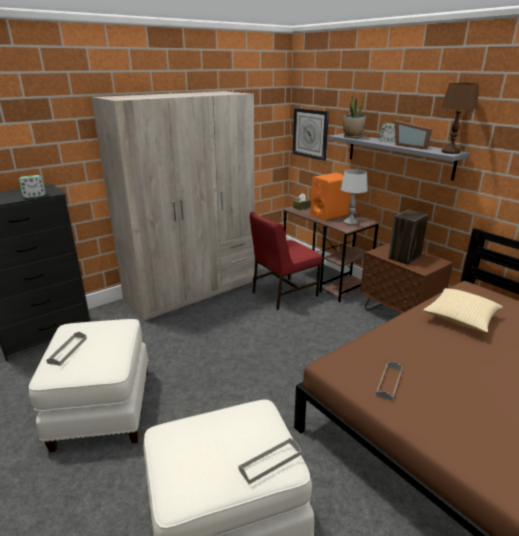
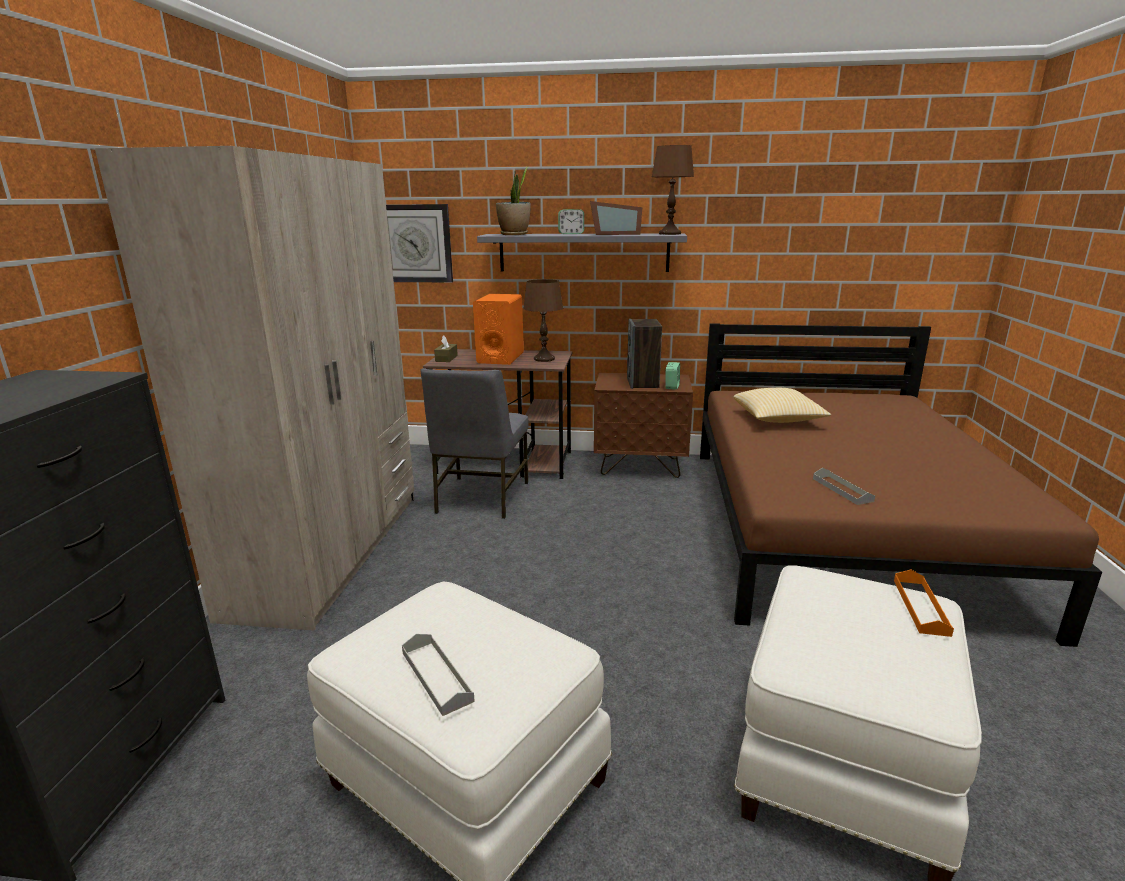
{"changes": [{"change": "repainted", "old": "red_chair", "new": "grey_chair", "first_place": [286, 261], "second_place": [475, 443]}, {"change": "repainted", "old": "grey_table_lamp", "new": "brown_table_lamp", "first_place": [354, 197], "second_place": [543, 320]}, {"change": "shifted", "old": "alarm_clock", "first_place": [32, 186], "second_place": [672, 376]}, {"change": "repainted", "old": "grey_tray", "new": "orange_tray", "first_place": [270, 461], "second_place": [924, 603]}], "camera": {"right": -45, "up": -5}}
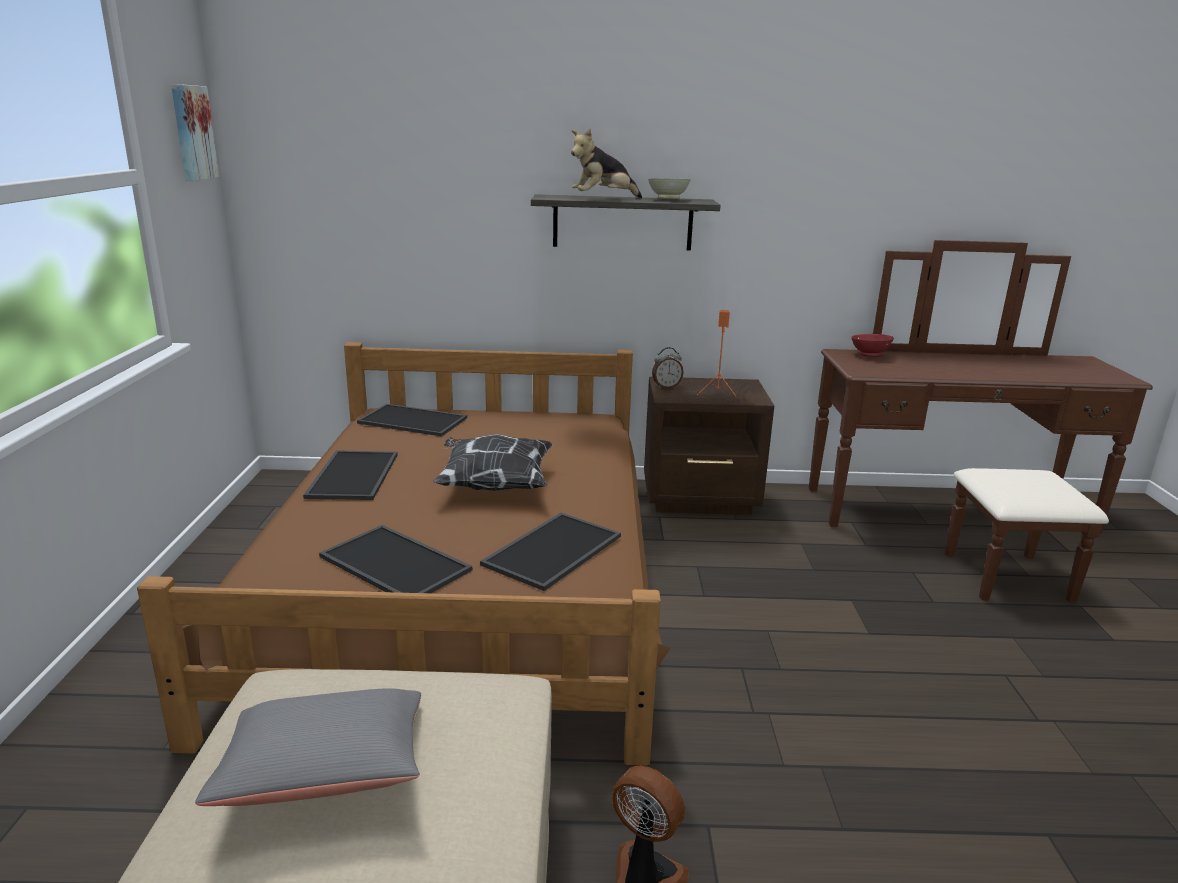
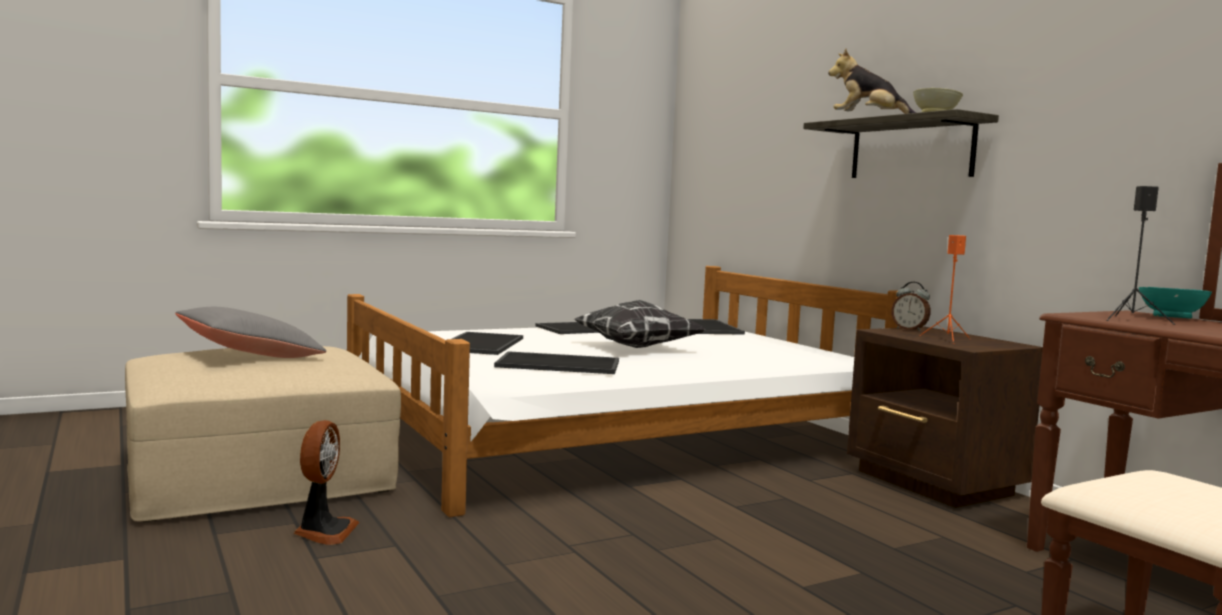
{"changes": [{"change": "repainted", "old": "brown_bed", "new": "white_bed", "first_place": [404, 554], "second_place": [624, 391]}, {"change": "new", "new": "black_speaker", "second_place": [1140, 255]}, {"change": "repainted", "old": "red_bowl", "new": "turquoise_bowl", "first_place": [872, 345], "second_place": [1175, 303]}, {"change": "gone", "old": "picture", "first_place": [195, 132]}], "camera": {"right": 60, "up": -15}}
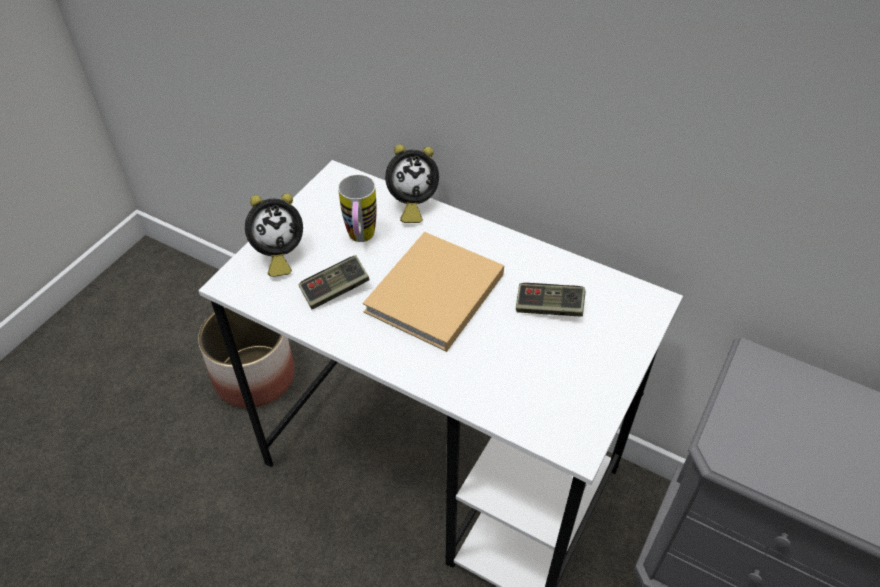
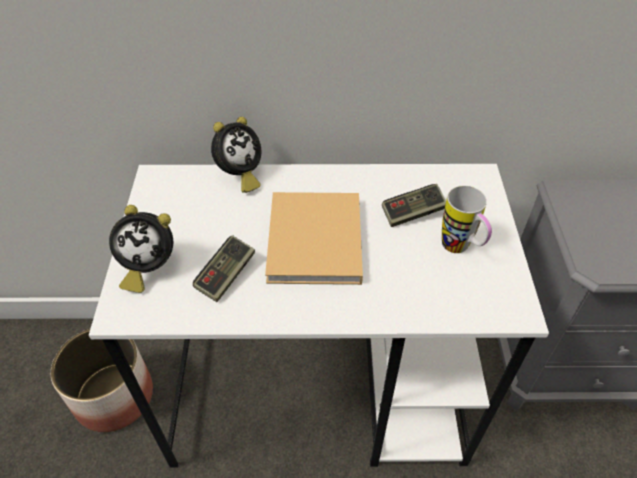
{"changes": [{"change": "rotated", "old": "alarm_clock", "first_place": [274, 235], "second_place": [141, 249], "degrees": 60}, {"change": "shifted", "old": "mug", "first_place": [357, 208], "second_place": [467, 219]}], "camera": {"right": -30, "up": 0}}
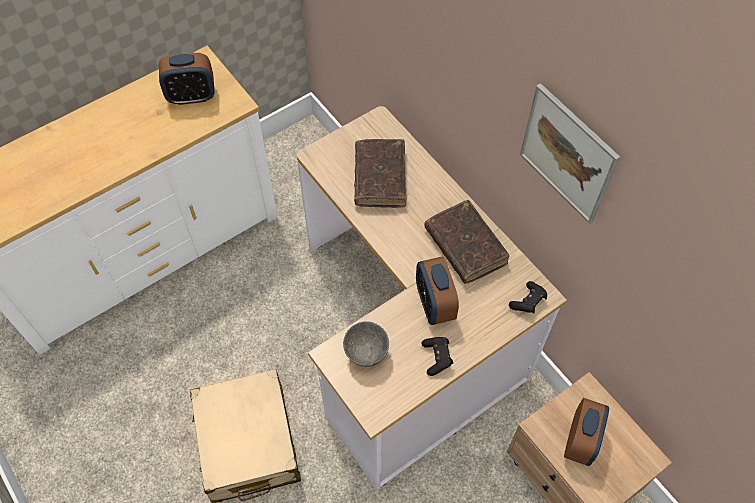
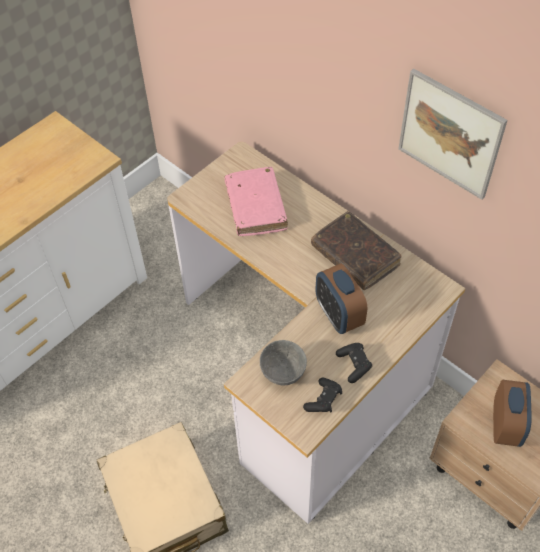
{"changes": [{"change": "repainted", "old": "brown_book", "new": "pink_book", "first_place": [380, 173], "second_place": [256, 201]}, {"change": "shifted", "old": "black_game_controller", "first_place": [528, 297], "second_place": [322, 395]}, {"change": "gone", "old": "alarm_clock", "first_place": [187, 79]}], "camera": {"right": -10, "up": -5}}
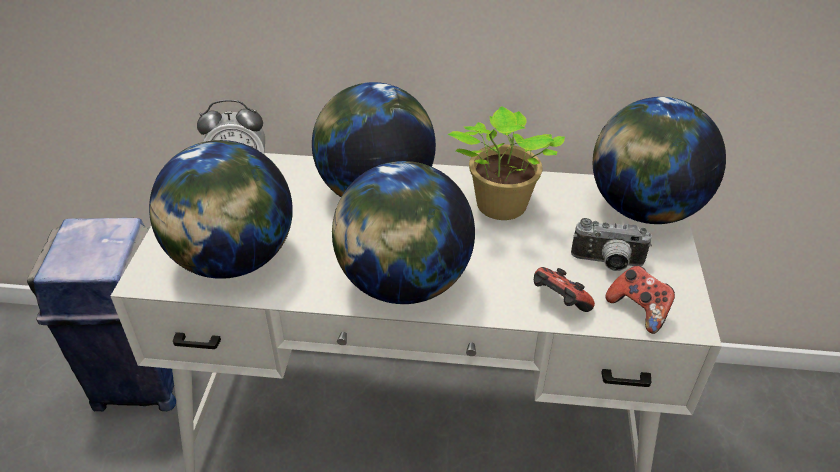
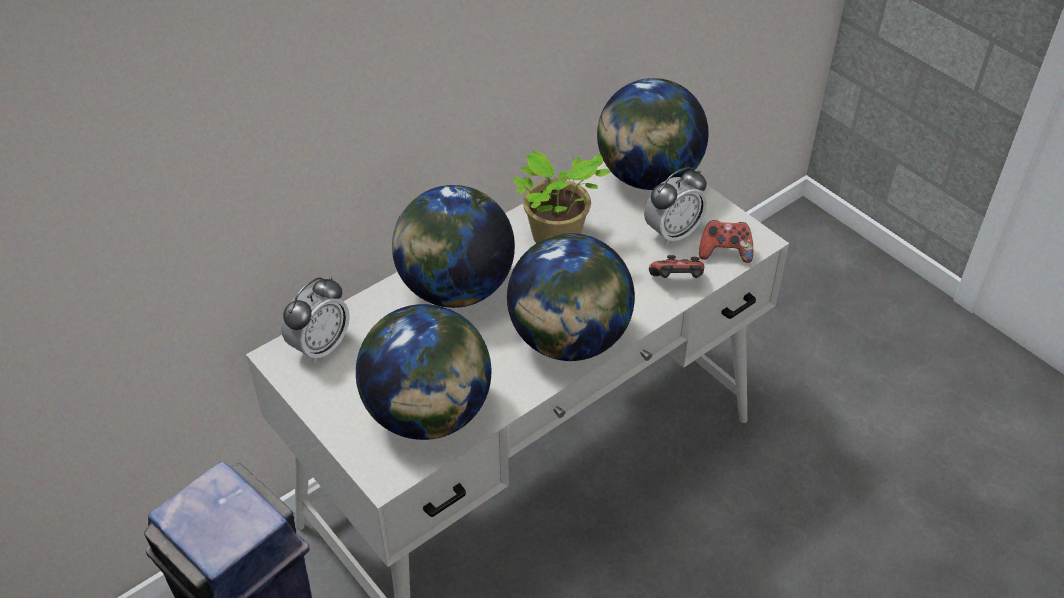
{"changes": [{"change": "swapped", "old": "photo_camera", "new": "alarm_clock", "first_place": [611, 244], "second_place": [675, 206]}], "camera": {"right": -45, "up": 5}}
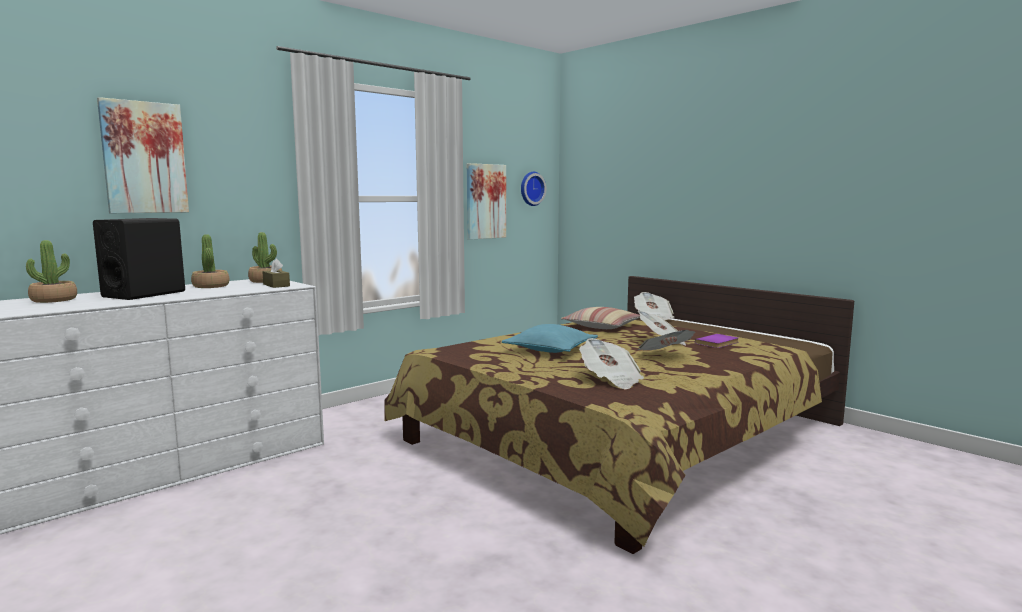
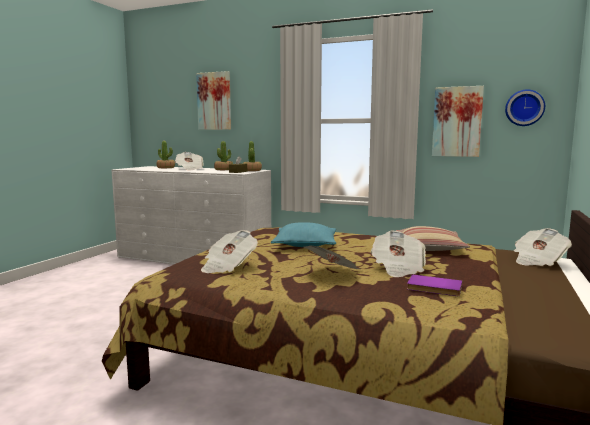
{"changes": [{"change": "swapped", "old": "black_speaker", "new": "newspaper", "first_place": [139, 259], "second_place": [189, 161]}], "camera": {"right": 65, "up": 0}}
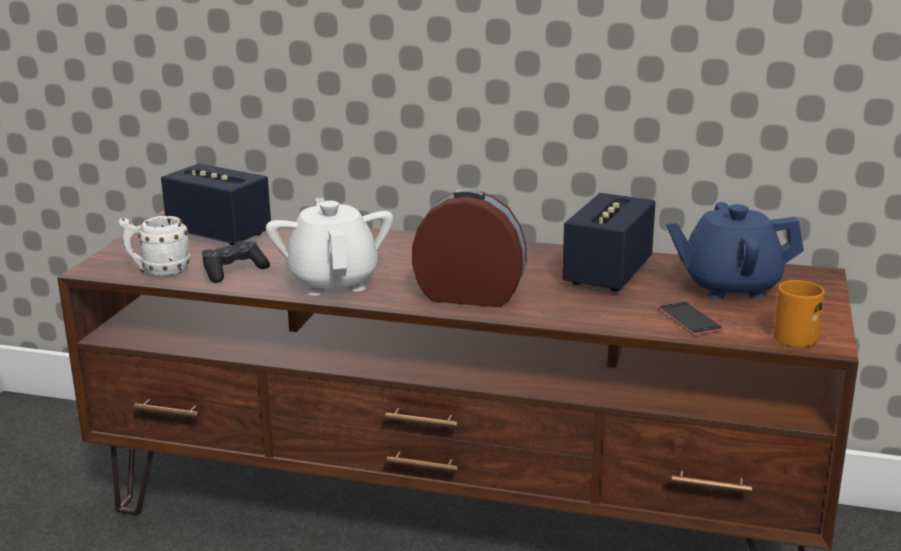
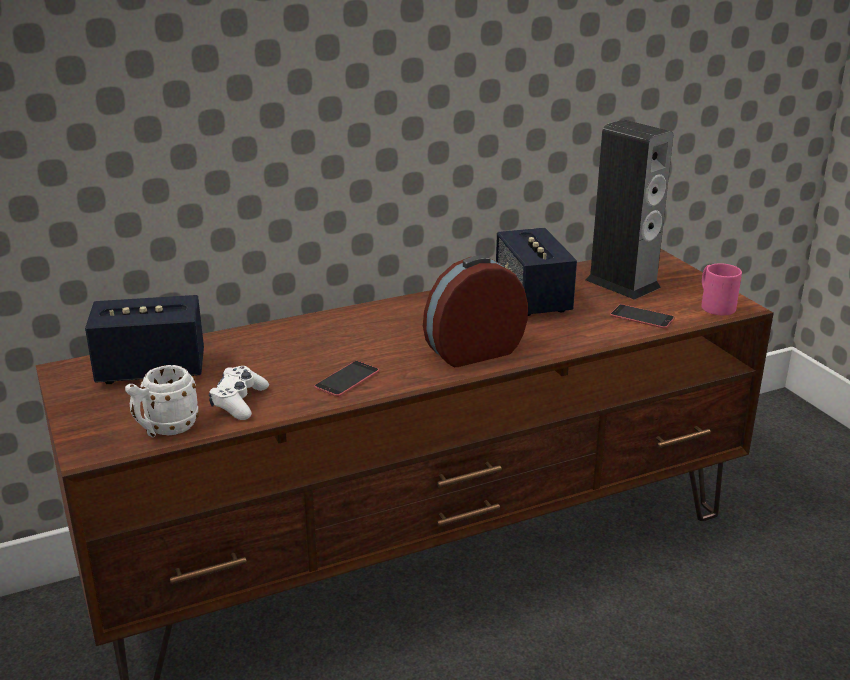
{"changes": [{"change": "repainted", "old": "black_game_controller", "new": "white_game_controller", "first_place": [236, 261], "second_place": [239, 393]}, {"change": "swapped", "old": "white_teapot", "new": "phone", "first_place": [329, 247], "second_place": [346, 379]}, {"change": "swapped", "old": "blue_teapot", "new": "speaker", "first_place": [735, 251], "second_place": [629, 210]}, {"change": "repainted", "old": "orange_mug", "new": "pink_mug", "first_place": [798, 313], "second_place": [721, 289]}], "camera": {"right": -40, "up": 5}}
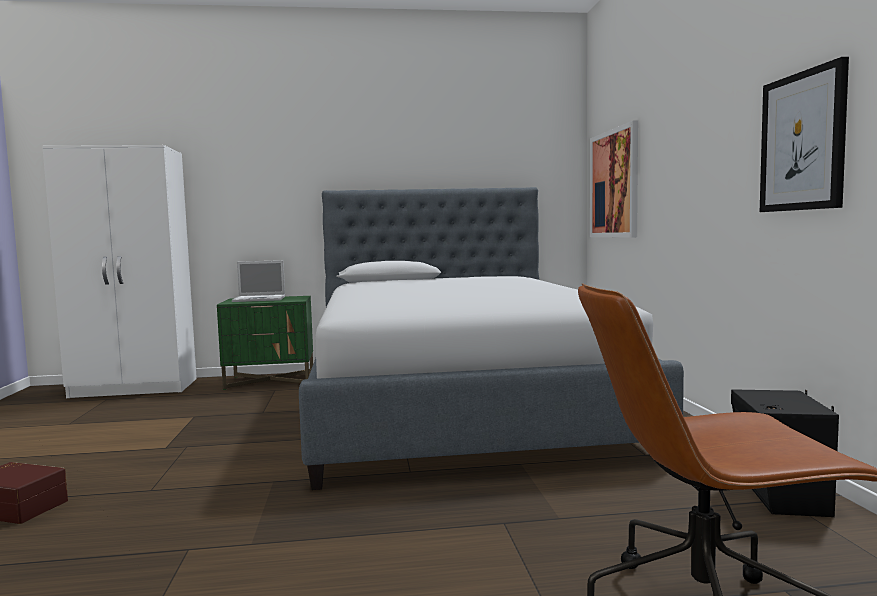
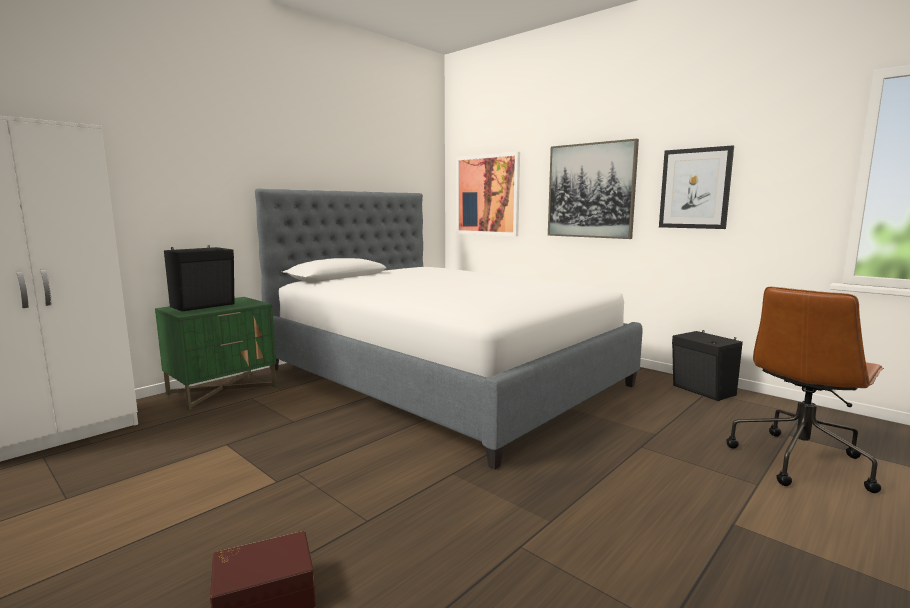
{"changes": [{"change": "swapped", "old": "laptop", "new": "black_speaker", "first_place": [258, 281], "second_place": [199, 278]}, {"change": "new", "new": "picture", "second_place": [593, 189]}], "camera": {"right": -40, "up": 5}}
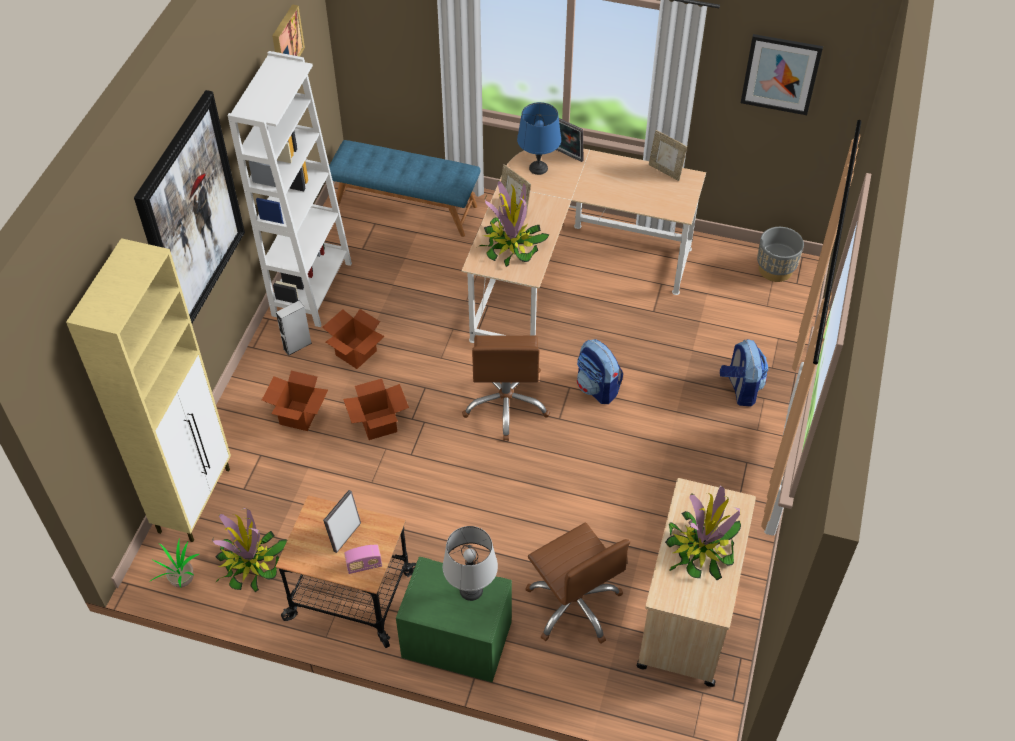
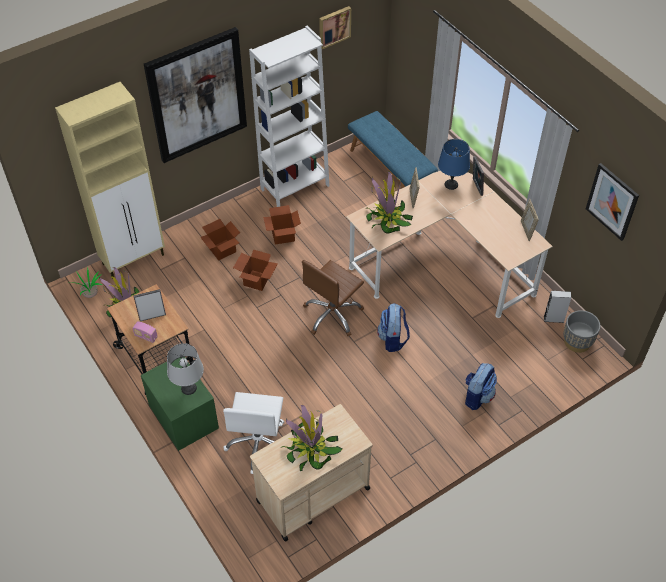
{"changes": [{"change": "repainted", "old": "brown_office_chair", "new": "white_office_chair", "first_place": [578, 583], "second_place": [253, 433]}, {"change": "shifted", "old": "grey_speaker", "first_place": [294, 328], "second_place": [557, 307]}], "camera": {"right": 40, "up": 0}}
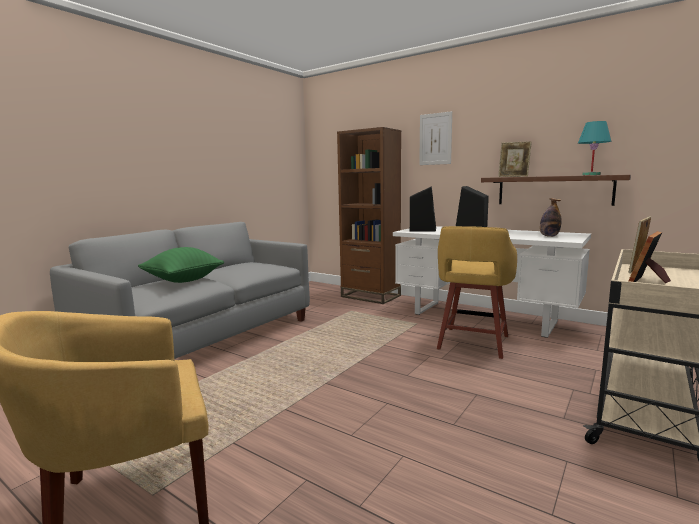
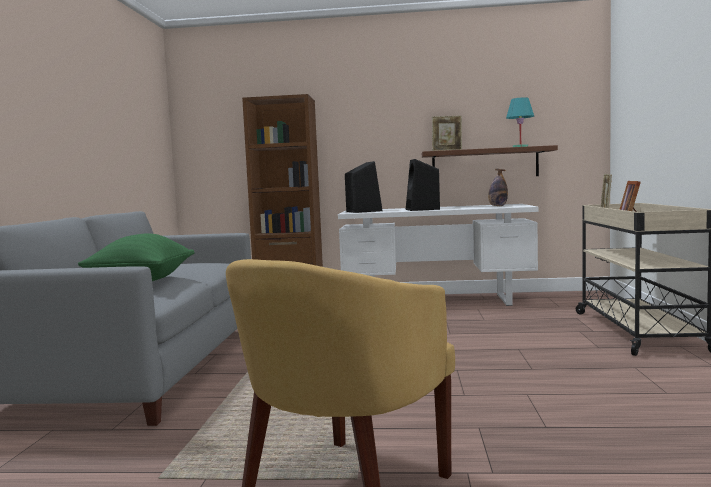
{"changes": [{"change": "gone", "old": "picture", "first_place": [435, 138]}, {"change": "gone", "old": "yellow_stool", "first_place": [477, 292]}], "camera": {"right": -30, "up": -5}}
